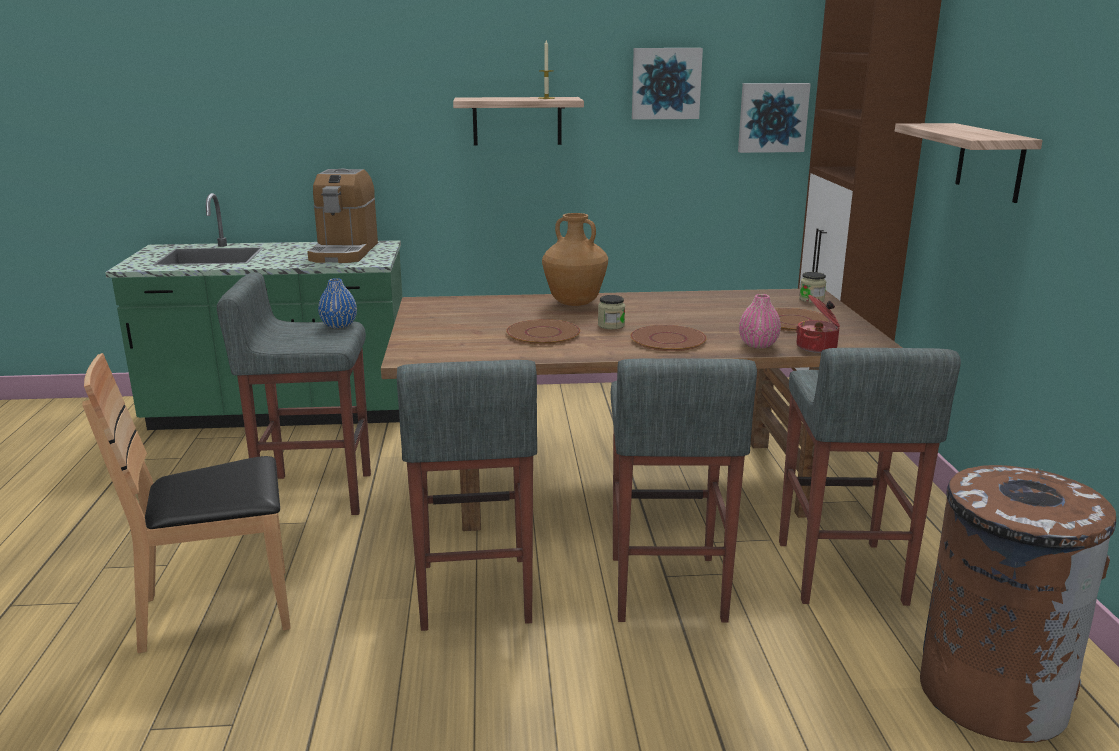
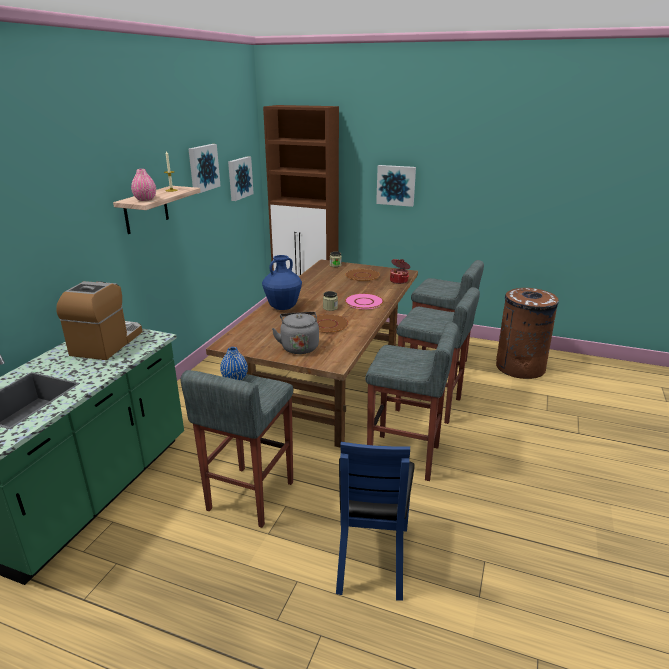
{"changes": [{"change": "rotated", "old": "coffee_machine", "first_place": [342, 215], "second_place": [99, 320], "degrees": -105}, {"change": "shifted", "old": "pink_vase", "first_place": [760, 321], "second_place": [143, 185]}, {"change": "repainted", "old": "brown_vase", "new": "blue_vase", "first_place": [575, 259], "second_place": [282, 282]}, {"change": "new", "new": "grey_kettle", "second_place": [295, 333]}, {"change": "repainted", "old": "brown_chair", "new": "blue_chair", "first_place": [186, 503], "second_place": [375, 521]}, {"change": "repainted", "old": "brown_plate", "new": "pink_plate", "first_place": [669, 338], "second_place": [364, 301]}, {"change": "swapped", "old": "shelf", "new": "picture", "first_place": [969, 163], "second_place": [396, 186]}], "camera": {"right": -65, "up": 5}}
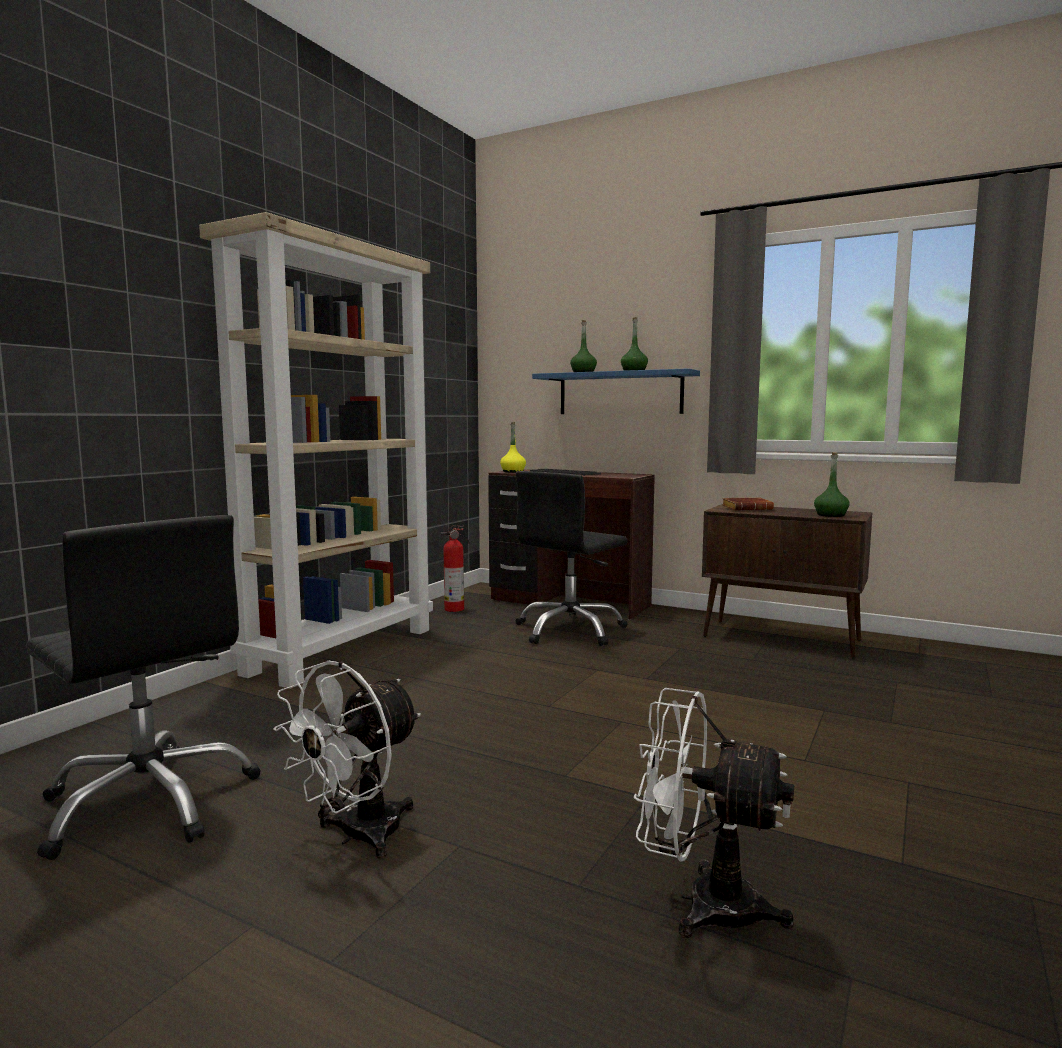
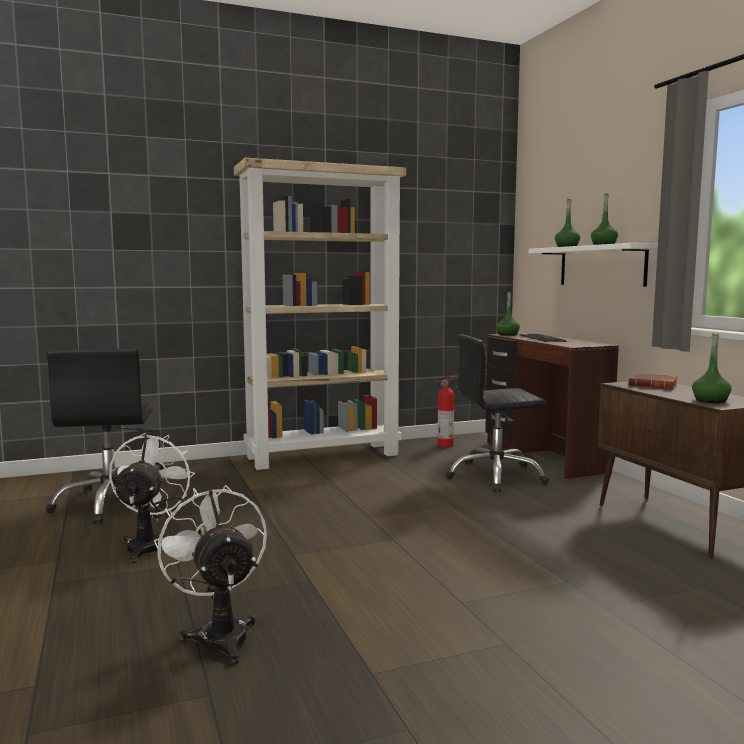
{"changes": [{"change": "rotated", "old": "white_fan", "first_place": [347, 759], "second_place": [152, 498], "degrees": 105}, {"change": "repainted", "old": "yellow_bottle", "new": "green_bottle", "first_place": [513, 447], "second_place": [508, 314]}, {"change": "repainted", "old": "blue_shelf", "new": "white_shelf", "first_place": [616, 391], "second_place": [593, 265]}], "camera": {"right": 40, "up": 0}}
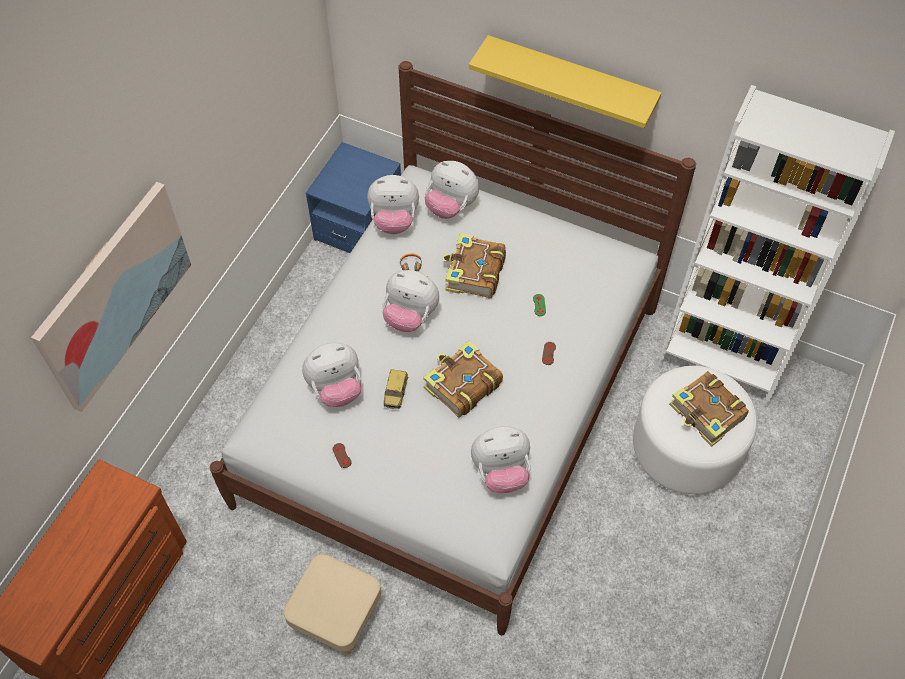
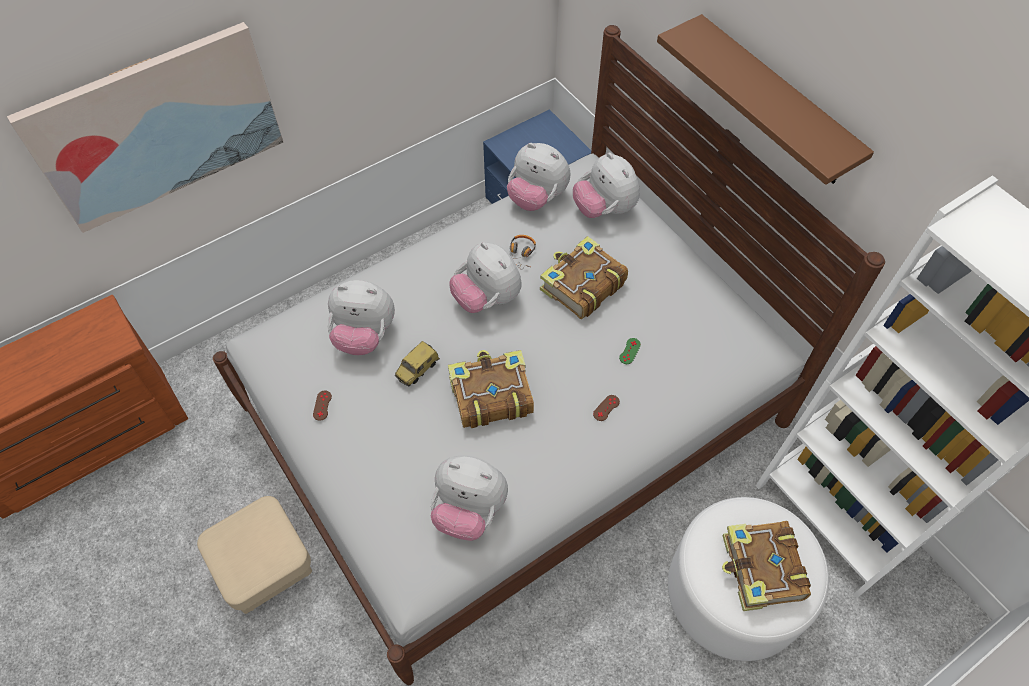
{"changes": [{"change": "repainted", "old": "yellow_shelf", "new": "brown_shelf", "first_place": [565, 81], "second_place": [765, 99]}], "camera": {"right": 30, "up": 0}}
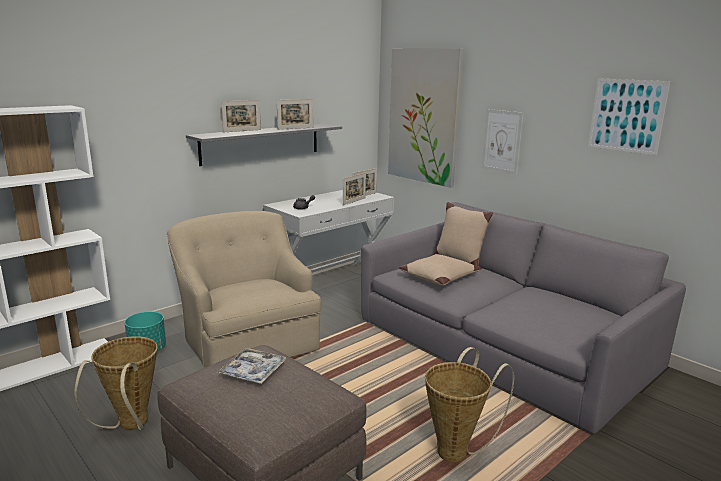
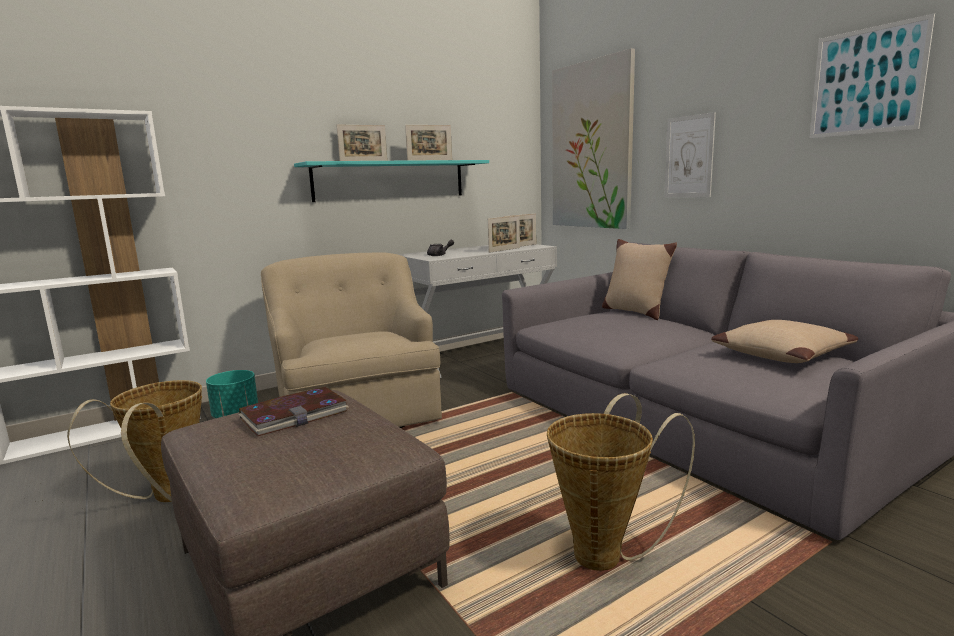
{"changes": [{"change": "swapped", "old": "tray", "new": "book", "first_place": [252, 366], "second_place": [293, 411]}, {"change": "repainted", "old": "grey_shelf", "new": "turquoise_shelf", "first_place": [264, 145], "second_place": [391, 181]}, {"change": "shifted", "old": "beige_pillow", "first_place": [440, 269], "second_place": [784, 341]}], "camera": {"right": 10, "up": -5}}
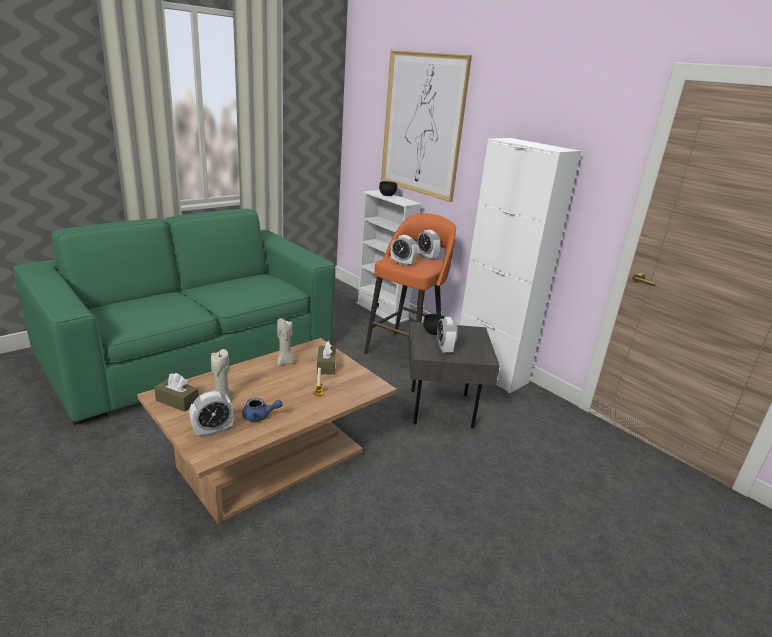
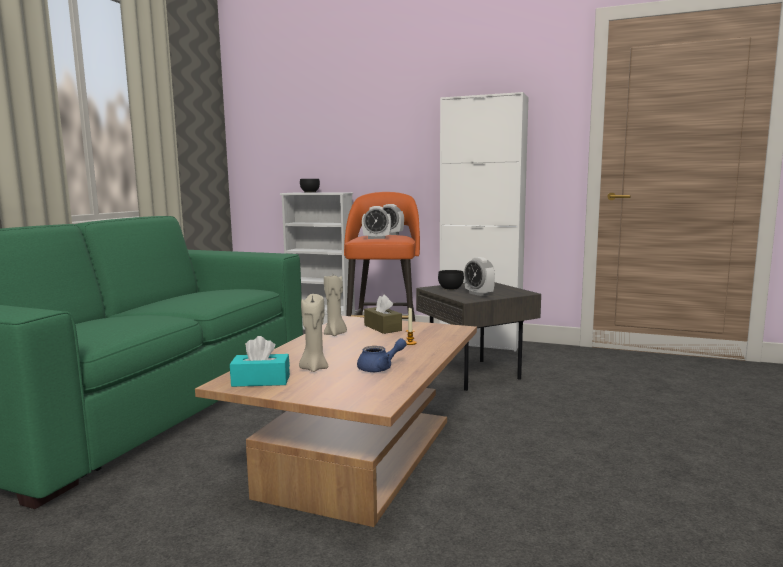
{"changes": [{"change": "repainted", "old": "brown_tissue_box", "new": "turquoise_tissue_box", "first_place": [176, 392], "second_place": [260, 361]}, {"change": "gone", "old": "alarm_clock", "first_place": [211, 414]}, {"change": "gone", "old": "picture", "first_place": [426, 126]}], "camera": {"right": -25, "up": -15}}
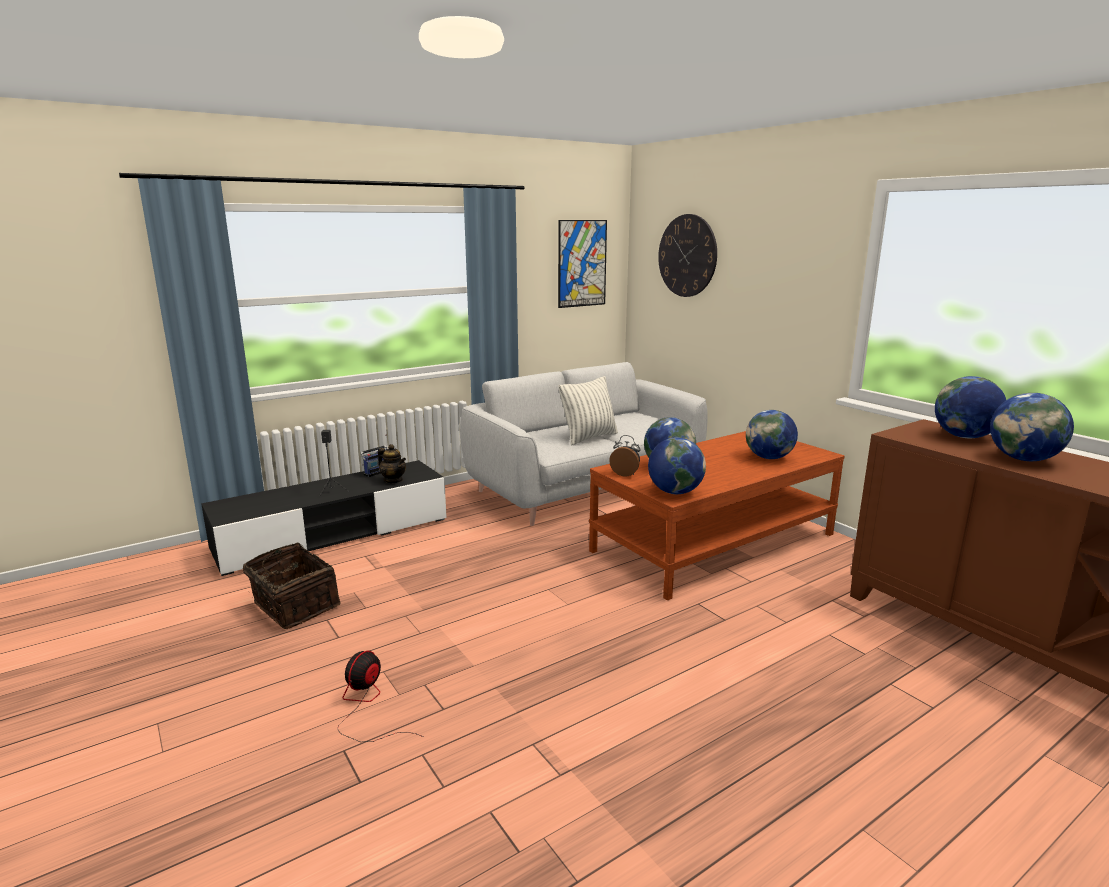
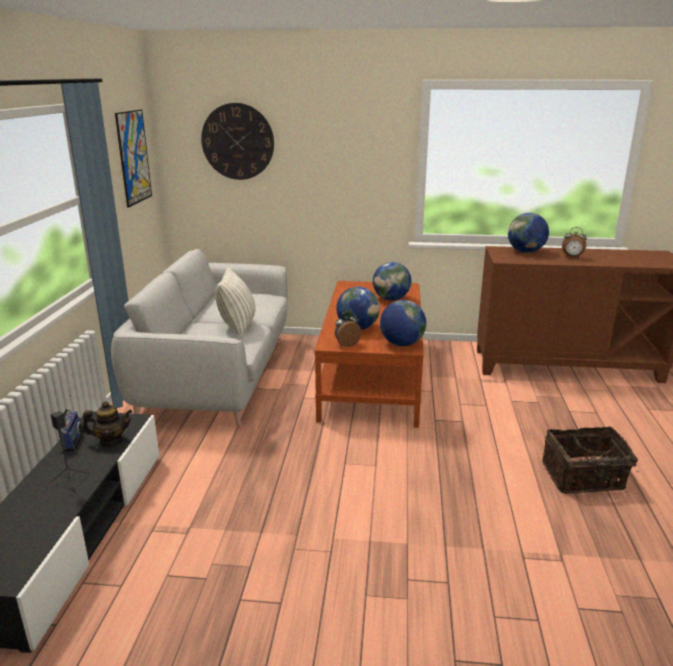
{"changes": [{"change": "shifted", "old": "basket", "first_place": [292, 586], "second_place": [590, 460]}, {"change": "swapped", "old": "globe", "new": "alarm_clock", "first_place": [1032, 427], "second_place": [574, 242]}, {"change": "gone", "old": "fan", "first_place": [380, 696]}], "camera": {"right": -50, "up": 5}}
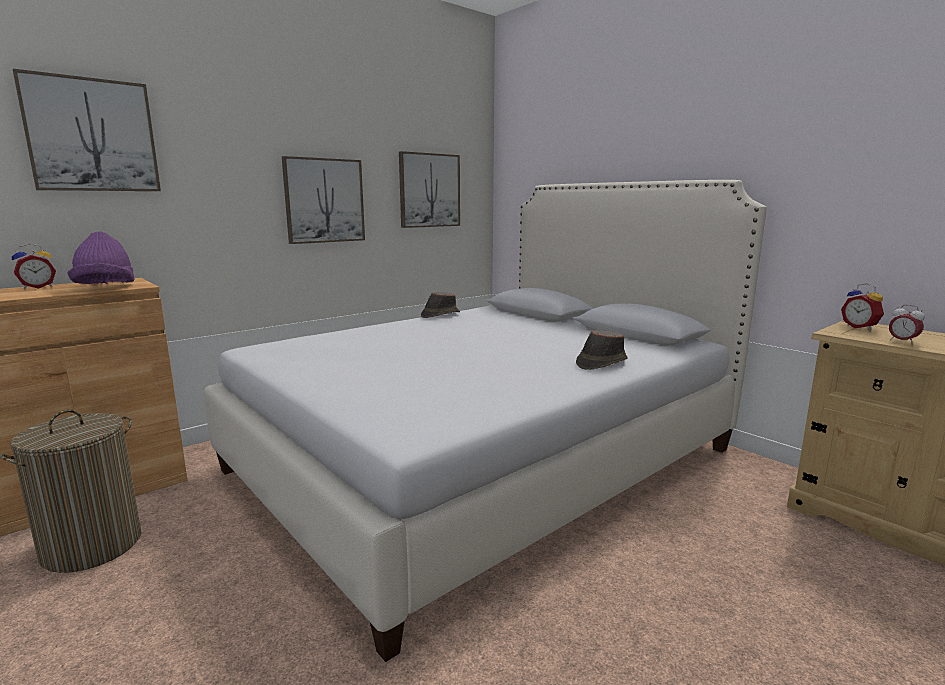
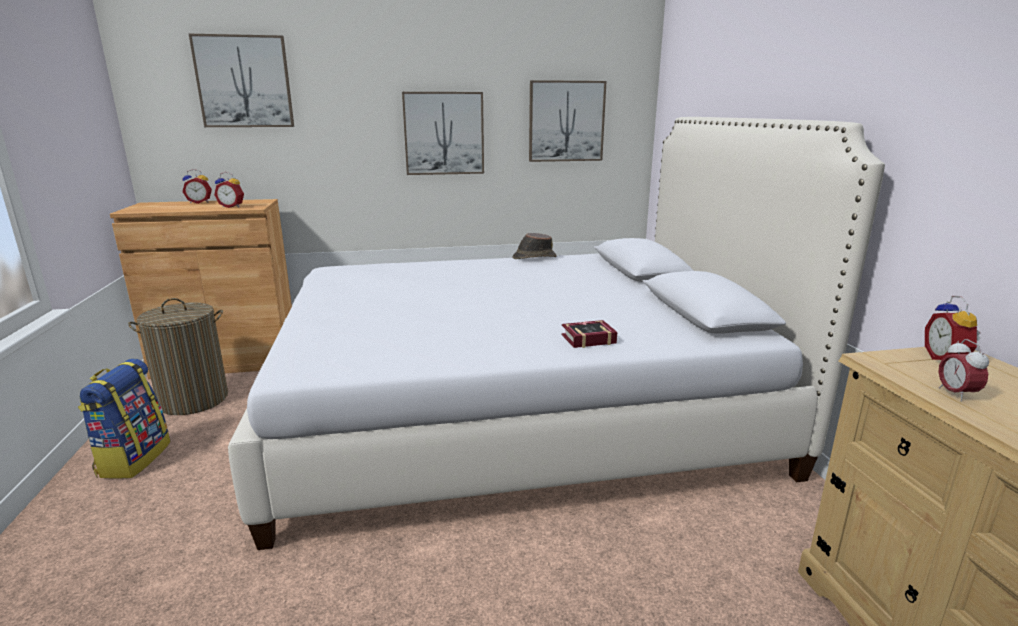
{"changes": [{"change": "new", "new": "backpack", "second_place": [124, 418]}, {"change": "swapped", "old": "purple_hat", "new": "alarm_clock", "first_place": [101, 257], "second_place": [229, 190]}, {"change": "swapped", "old": "brown_hat", "new": "book", "first_place": [602, 350], "second_place": [589, 334]}], "camera": {"right": 30, "up": 5}}
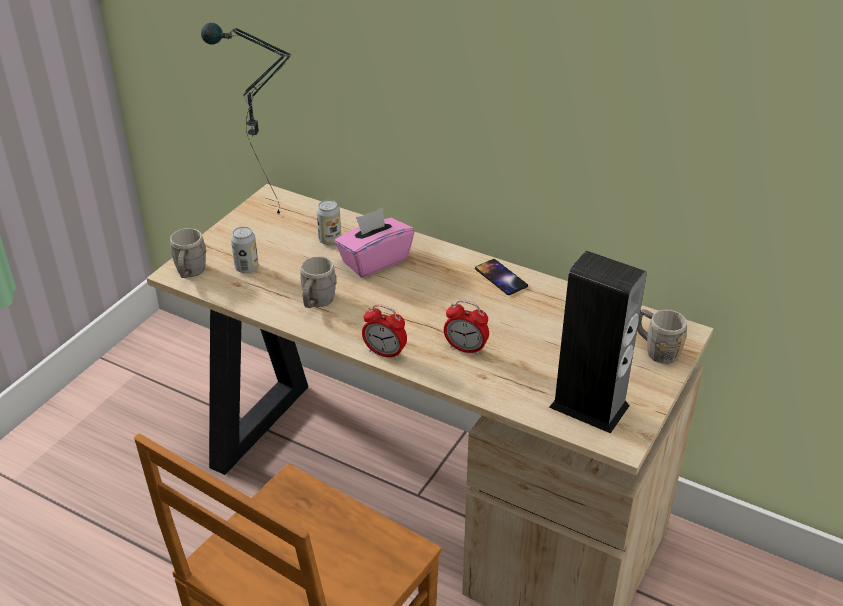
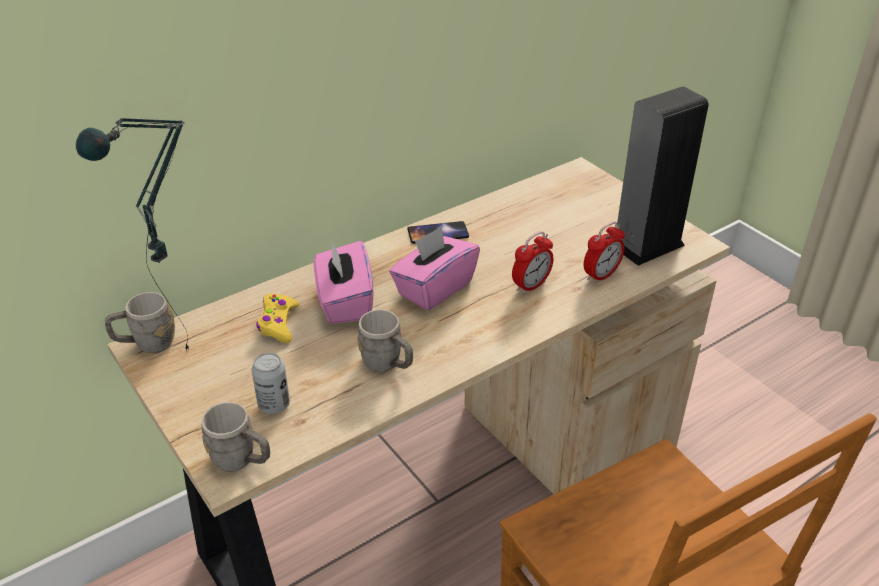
{"changes": [{"change": "shifted", "old": "grey_mug", "first_place": [662, 336], "second_place": [140, 322]}, {"change": "swapped", "old": "can", "new": "yellow_game_controller", "first_place": [328, 222], "second_place": [277, 318]}, {"change": "new", "new": "pink_tissue_box", "second_place": [434, 268]}, {"change": "shifted", "old": "alarm_clock", "first_place": [384, 332], "second_place": [604, 253]}], "camera": {"right": -65, "up": 0}}
